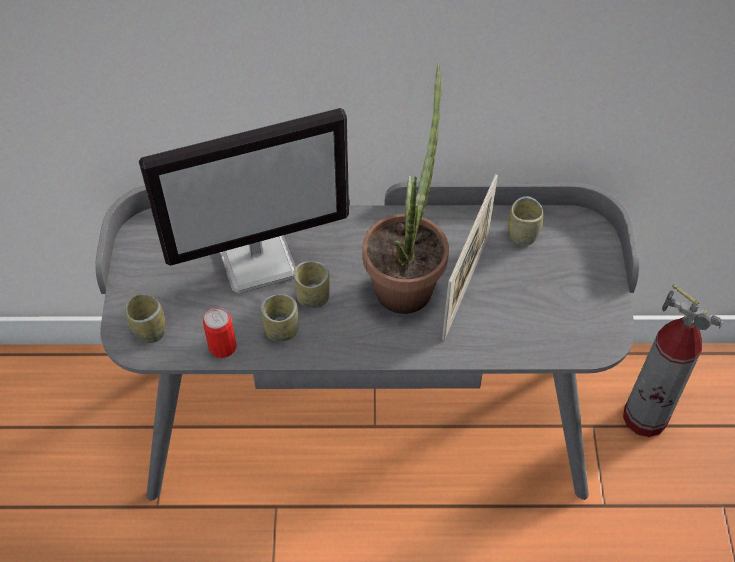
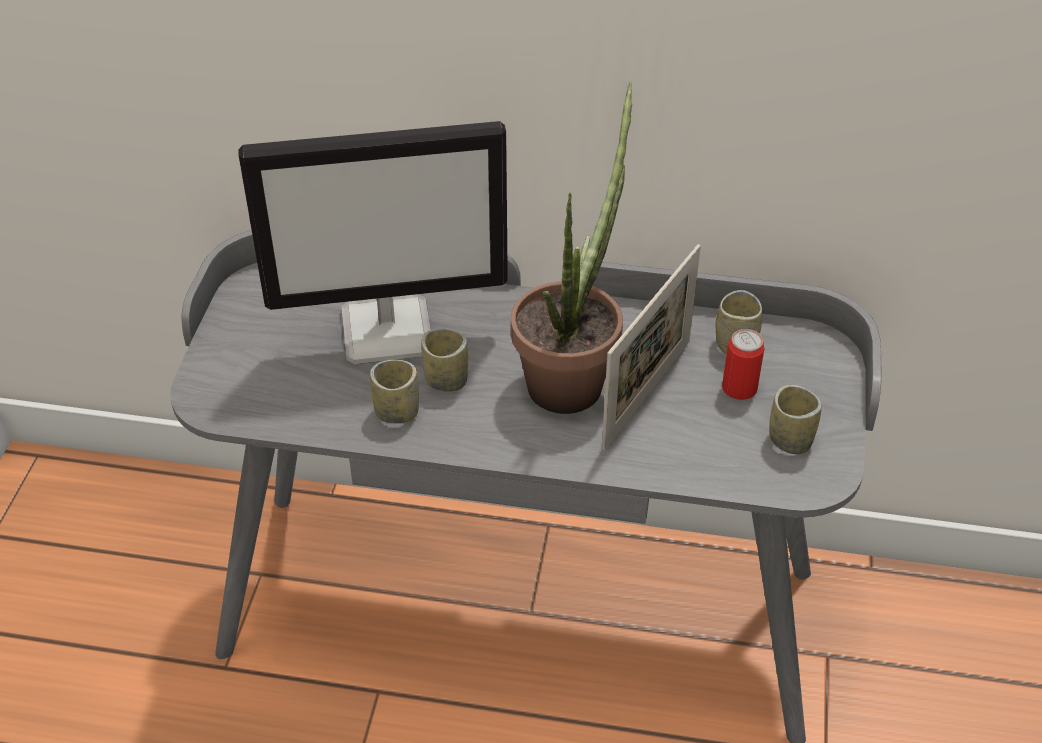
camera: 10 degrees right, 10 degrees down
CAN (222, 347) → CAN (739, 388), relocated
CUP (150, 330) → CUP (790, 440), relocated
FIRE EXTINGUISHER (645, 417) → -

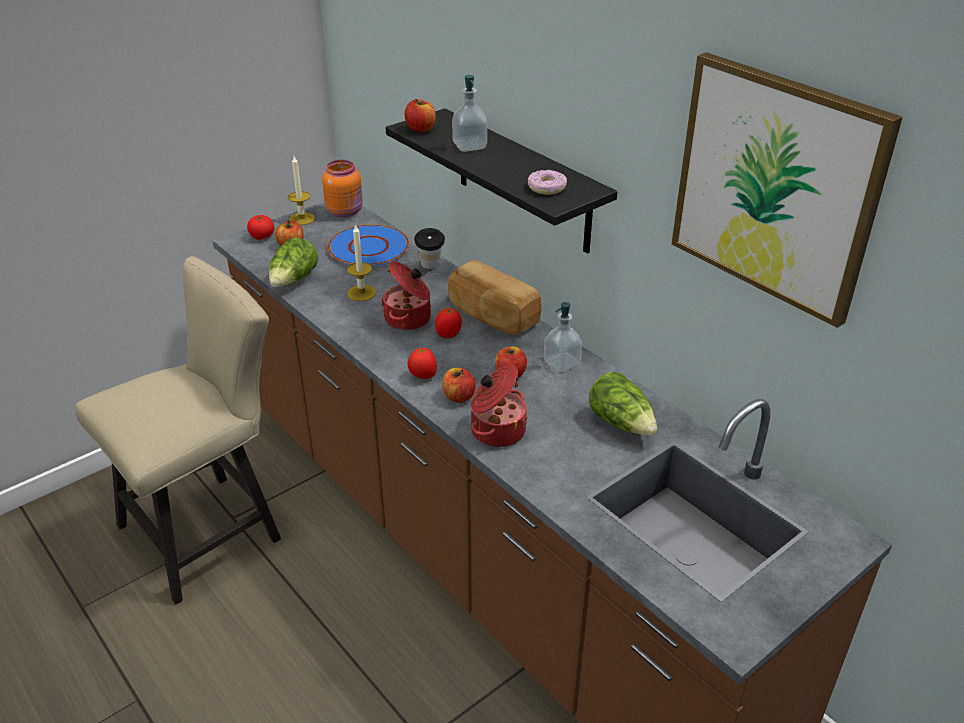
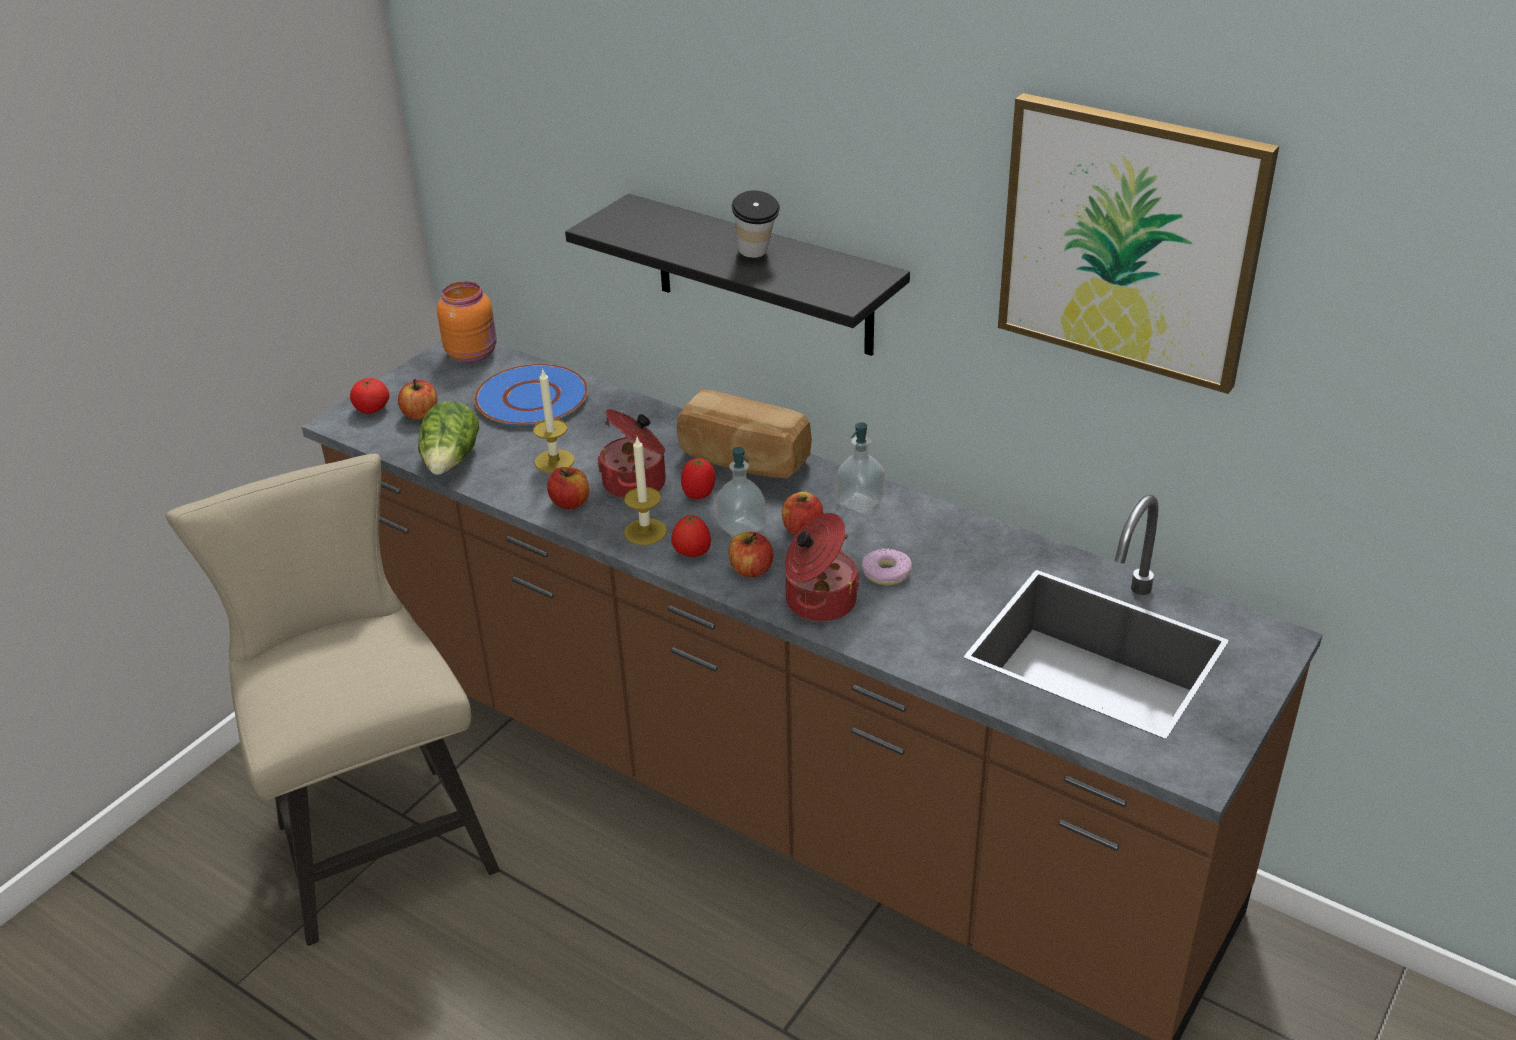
camera: 15 degrees left, 0 degrees up
BEIGE CHAIR (211, 529) → BEIGE CHAIR (377, 837), 60 degrees counterclockwise
APPLE (421, 129) → APPLE (570, 503), relocated
CANDLE (302, 219) → CANDLE (645, 531), relocated
SOAP DISPENSER (469, 146) → SOAP DISPENSER (741, 527), relocated
CUP (430, 268) → CUP (756, 255), relocated
DONUT (546, 188) → DONUT (886, 573), relocated
LETTUCE (622, 423) → -

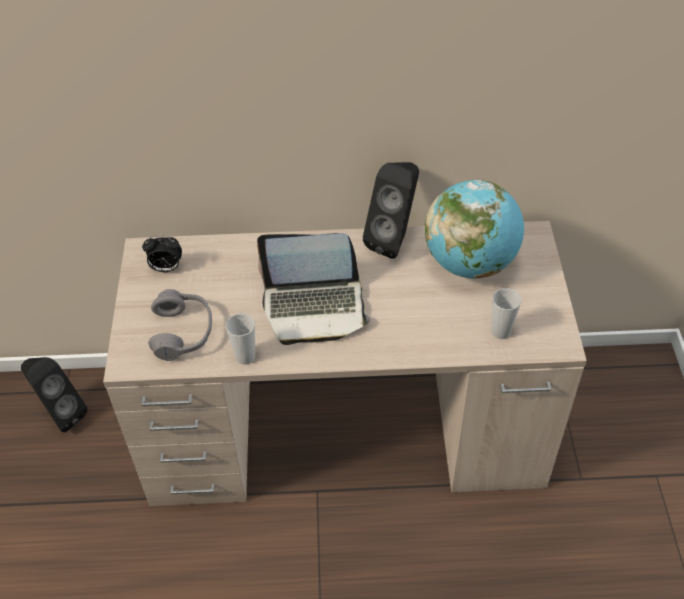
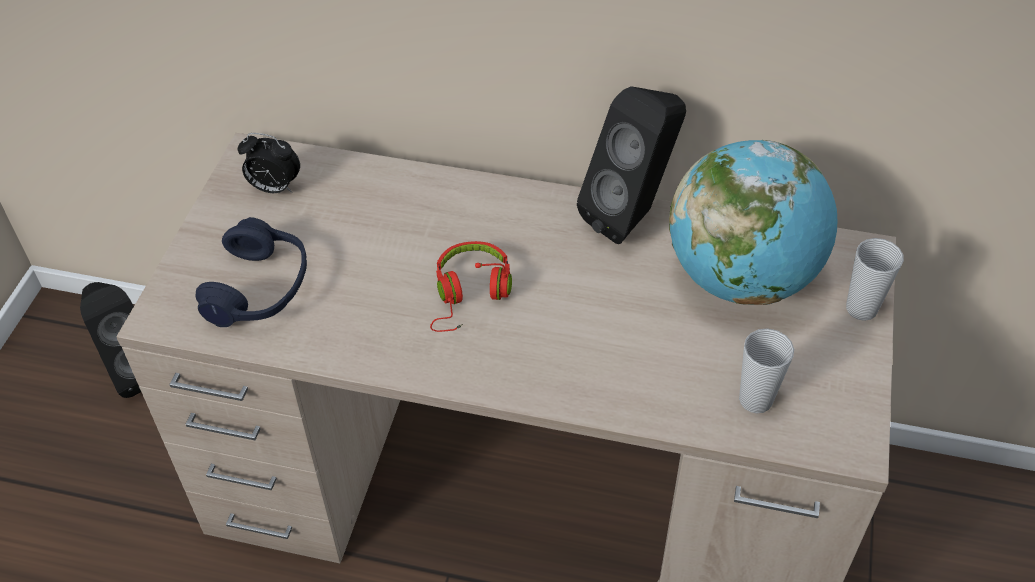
camera: 15 degrees right, 0 degrees up
GREY HEADPHONES (183, 332) → BLUE HEADPHONES (259, 289)
LAPTOP (314, 307) → RED HEADPHONES (470, 294)
CUP (245, 357) → CUP (861, 309), relocated

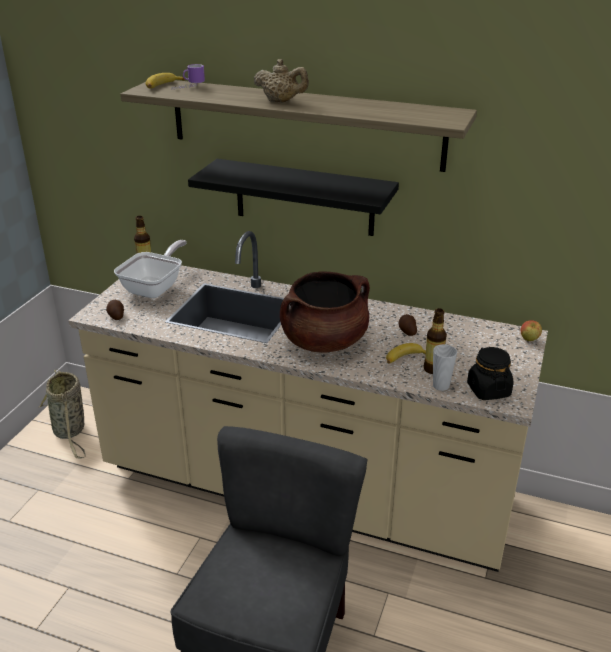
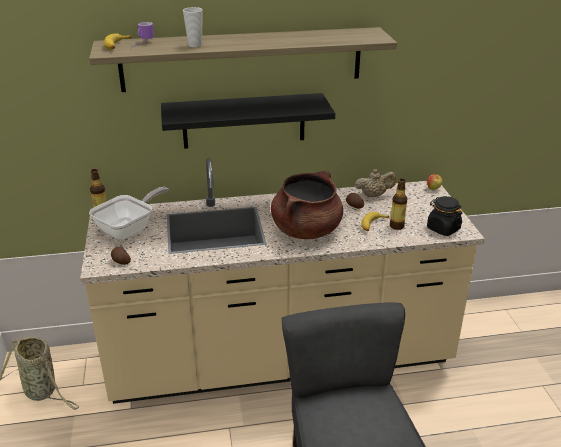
camera: 30 degrees left, 0 degrees up
FRYING PAN (156, 287) → FRYING PAN (129, 229), 45 degrees clockwise
CUP (441, 386) → CUP (195, 45), relocated
BEIGE TEAPOT (281, 101) → BEIGE TEAPOT (374, 195), relocated

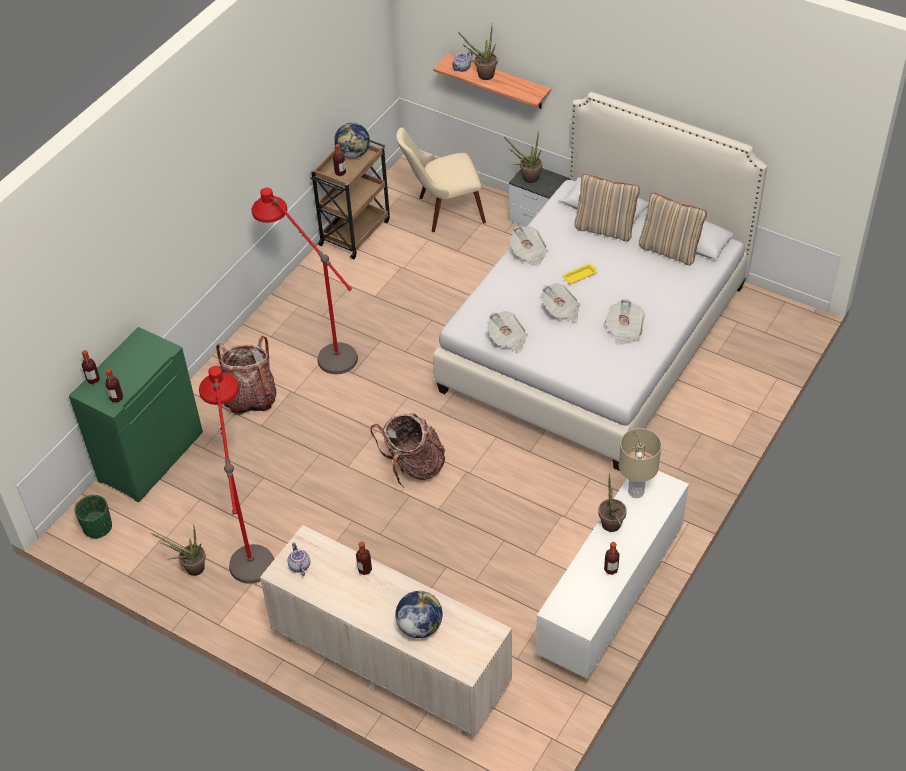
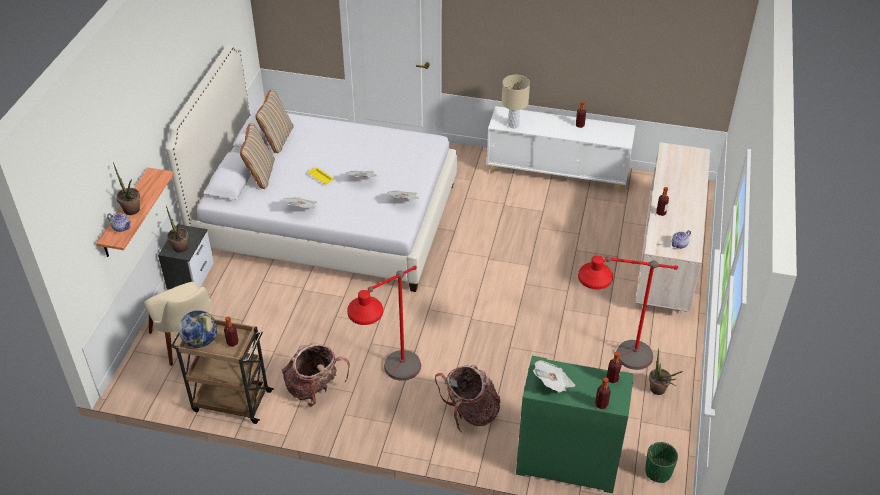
camera: 110 degrees left, 5 degrees down
BACKPACK (414, 466) → BACKPACK (314, 389), relocated
NEWSPAPER (624, 330) → NEWSPAPER (553, 384), relocated
GLOBE (419, 626) → -
POTTED PLANT (611, 528) → -

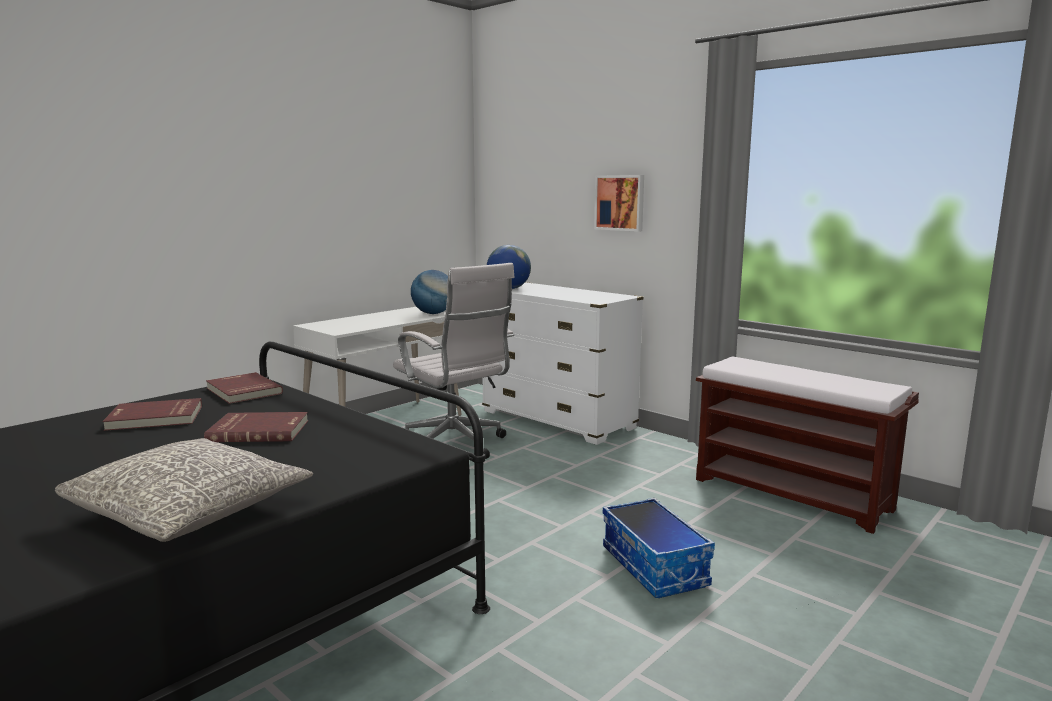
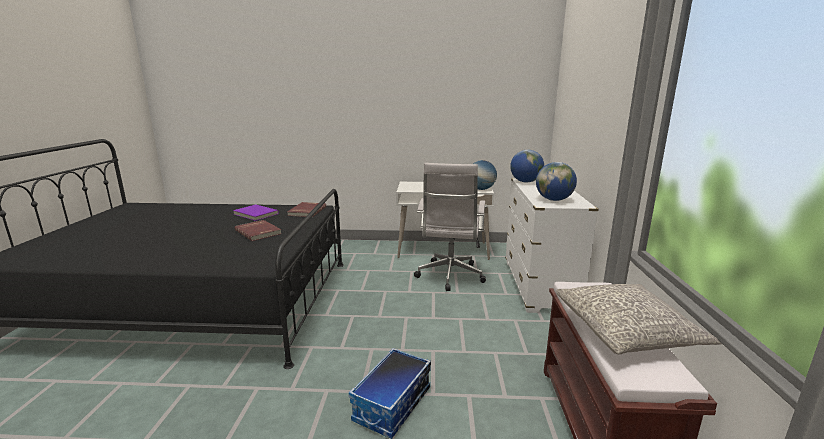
camera: 50 degrees right, 5 degrees up
RED BOOK (155, 418) → PURPLE BOOK (255, 214)
- → GLOBE (553, 200)
GREY PILLOW (190, 510) → GREY PILLOW (626, 331), relocated
PICTURE (620, 202) → -

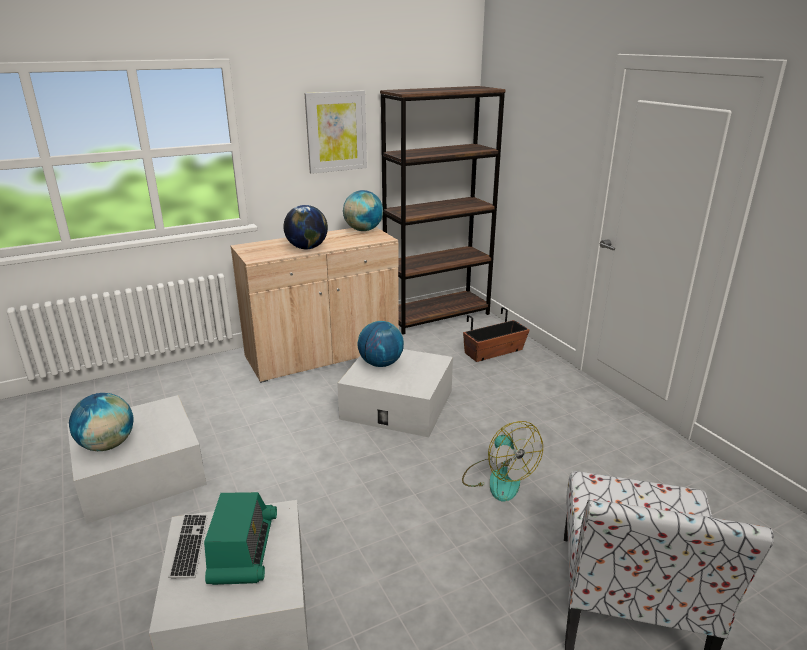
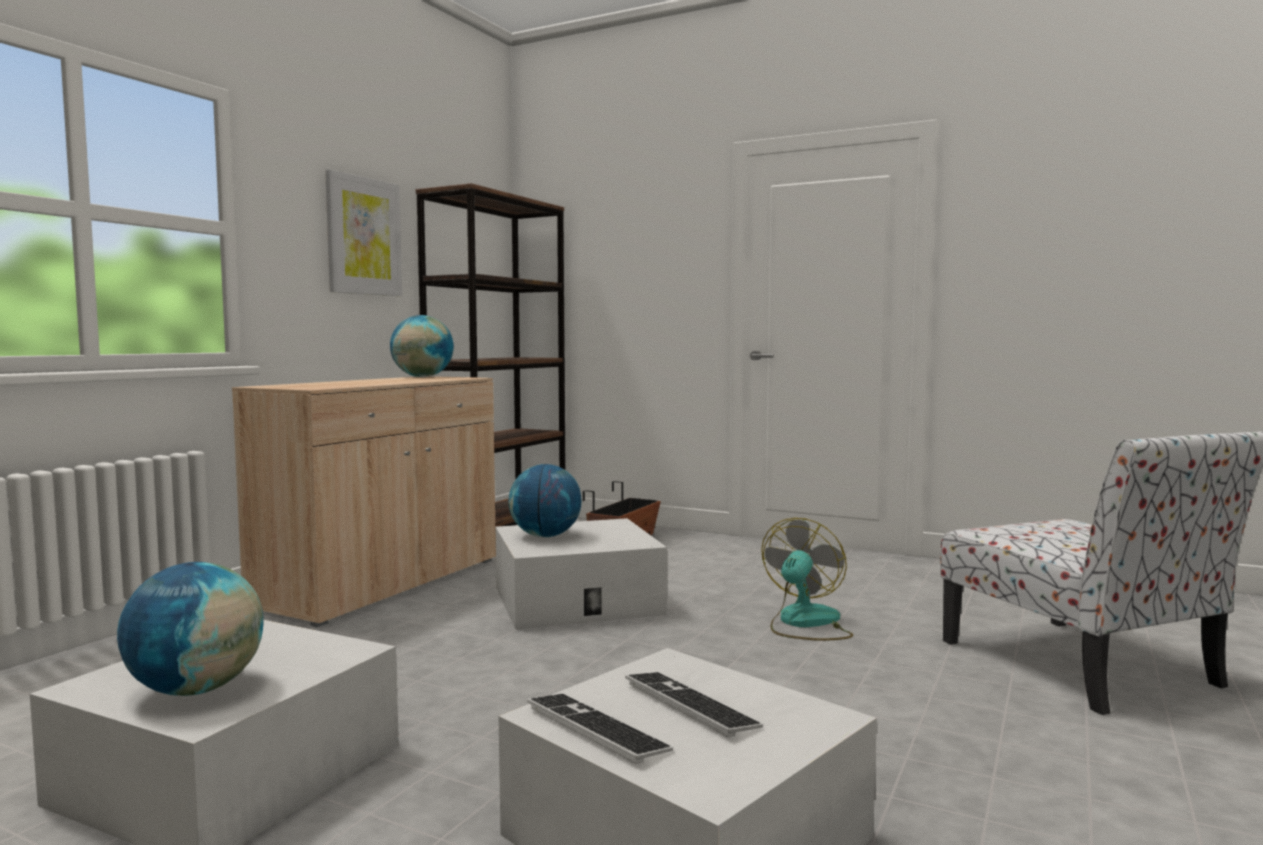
camera: 35 degrees left, 20 degrees down
RADIO (243, 550) → KEYBOARD (690, 705)
FAN (498, 479) → FAN (804, 623), 90 degrees counterclockwise
GLOBE (307, 248) → -

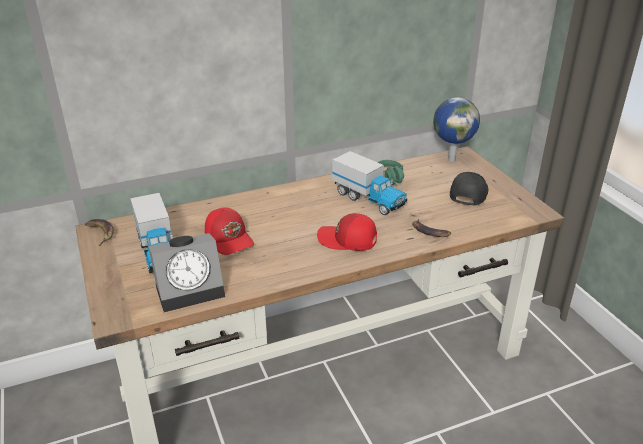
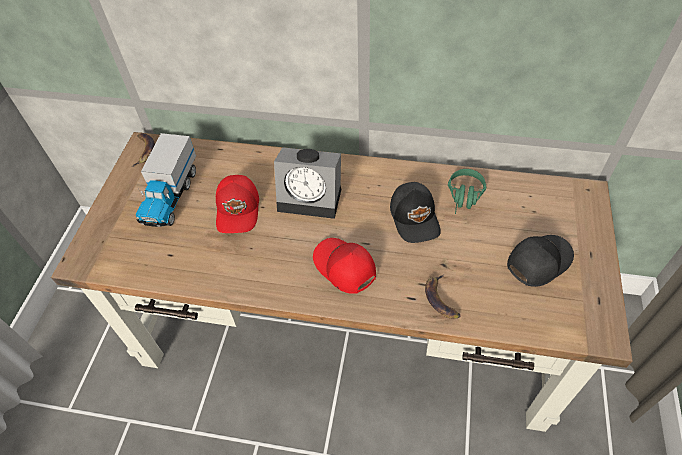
camera: 35 degrees right, 20 degrees up
ALARM CLOCK (191, 289) → ALARM CLOCK (312, 197), relocated
TOY TRUCK (369, 199) → BLACK CAP (415, 217)
GLOBE (451, 159) → -

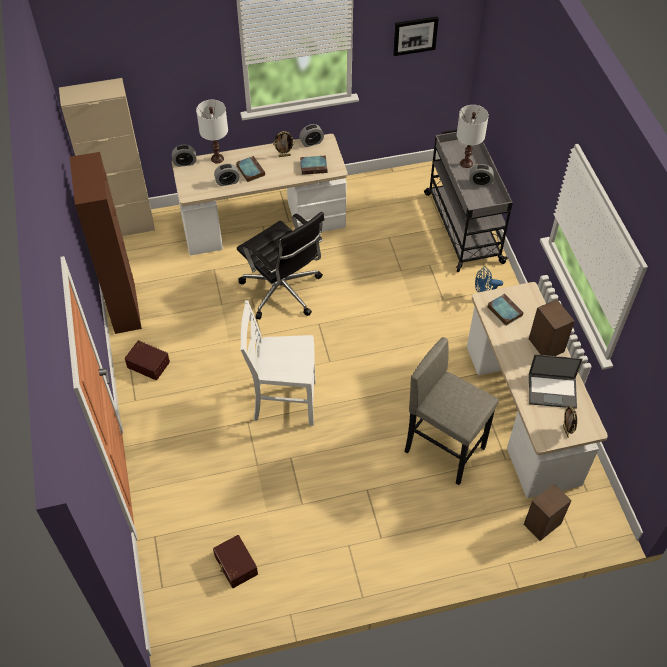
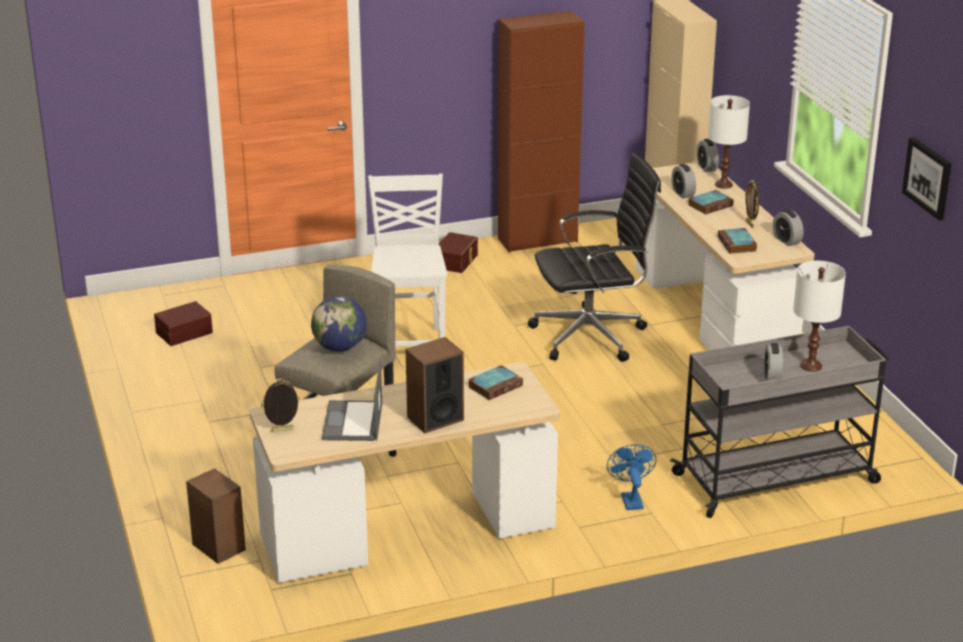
camera: 85 degrees right, 25 degrees down
- → GLOBE (340, 348)
BLACK OFFICE CHAIR (283, 292) → BLACK OFFICE CHAIR (592, 336), 150 degrees counterclockwise

